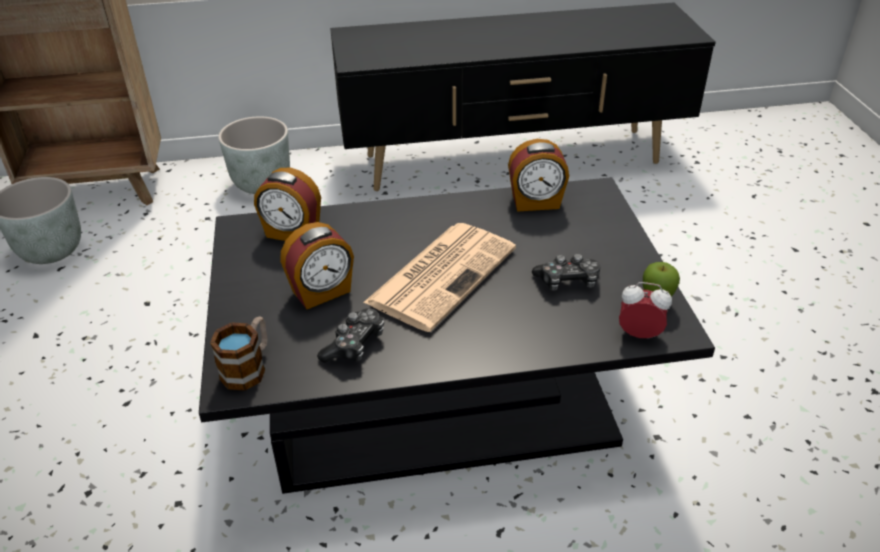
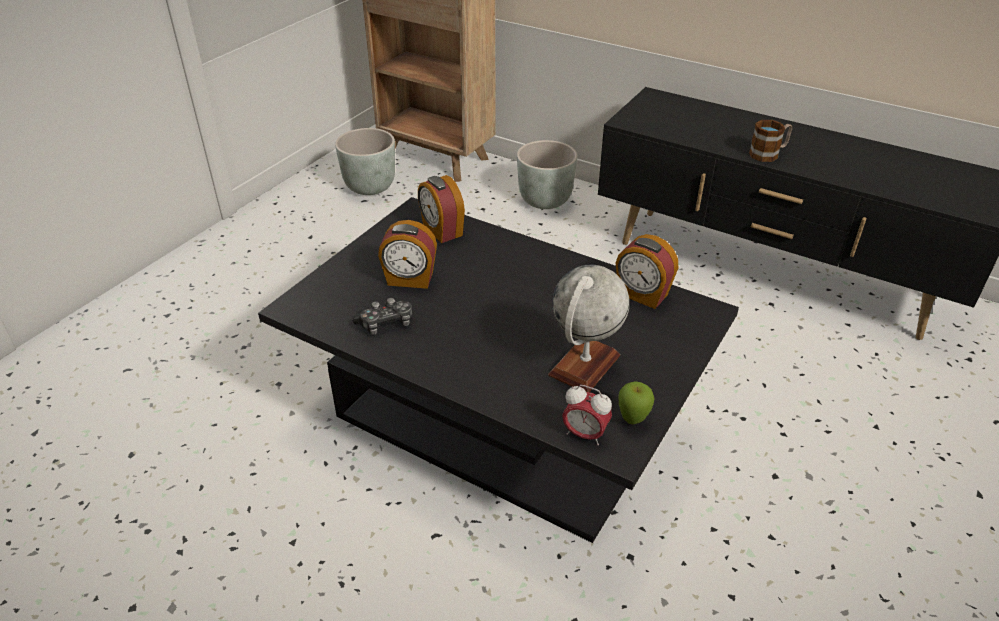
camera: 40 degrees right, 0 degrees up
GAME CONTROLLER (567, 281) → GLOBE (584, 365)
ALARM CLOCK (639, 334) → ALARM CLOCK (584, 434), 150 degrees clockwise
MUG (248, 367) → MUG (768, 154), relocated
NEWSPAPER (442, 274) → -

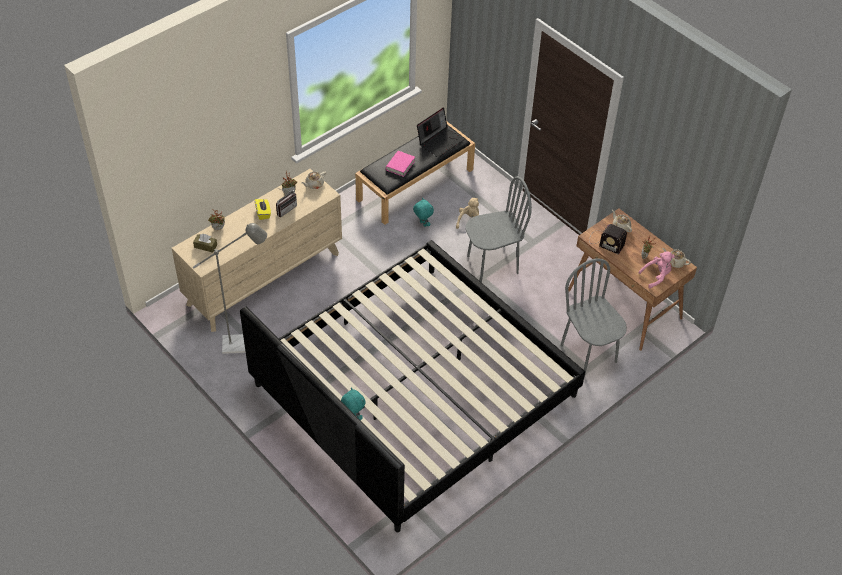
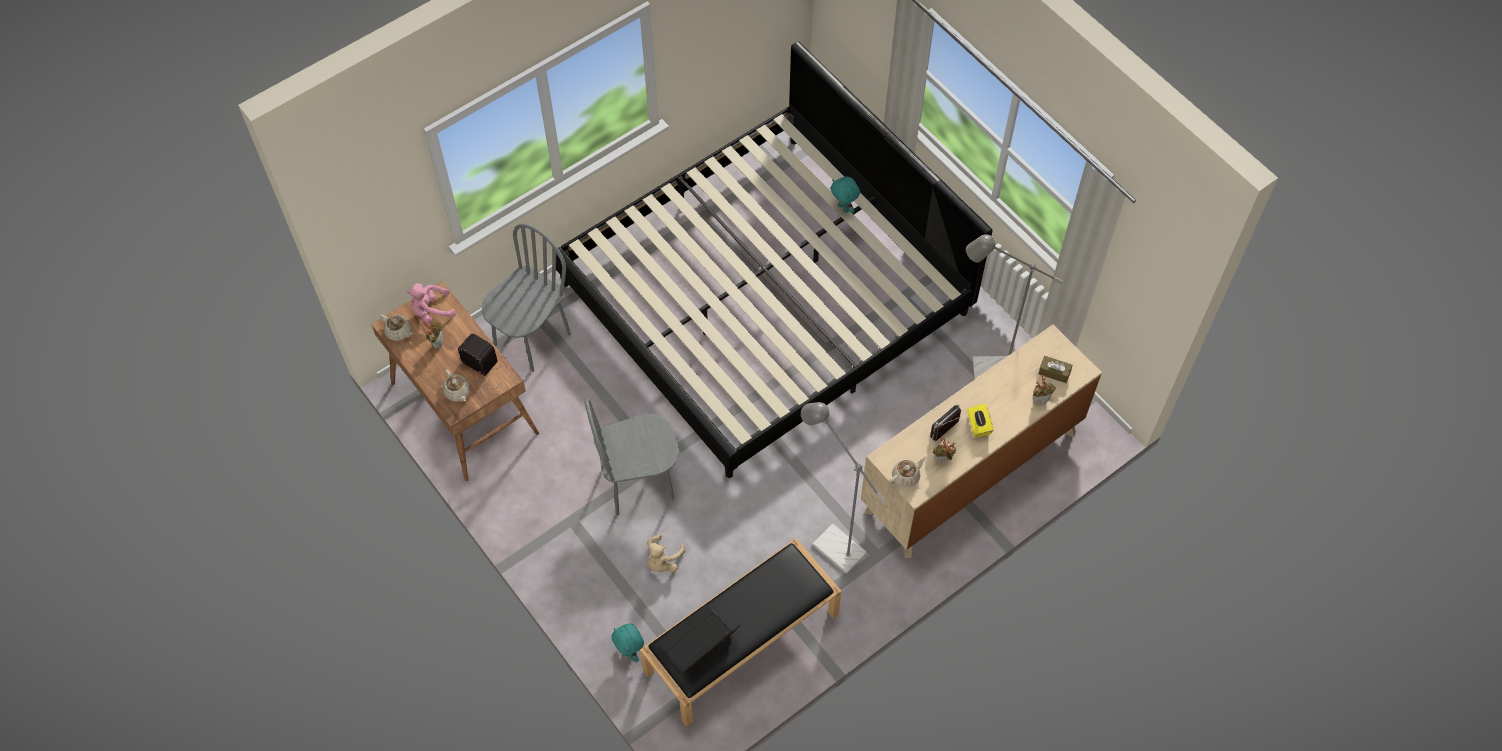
camera: 175 degrees left, 10 degrees up
GREY CHAIR (589, 353) → GREY CHAIR (532, 339), 120 degrees counterclockwise
TURQUOISE PLUSH TOY (422, 224) → TURQUOISE PLUSH TOY (630, 651), relocated
- → GREY FLOOR LAMP (832, 543)
PINK BOOK (400, 165) → -

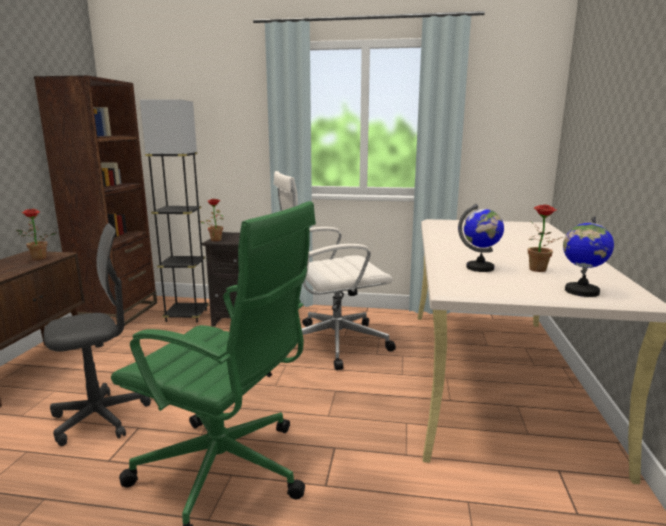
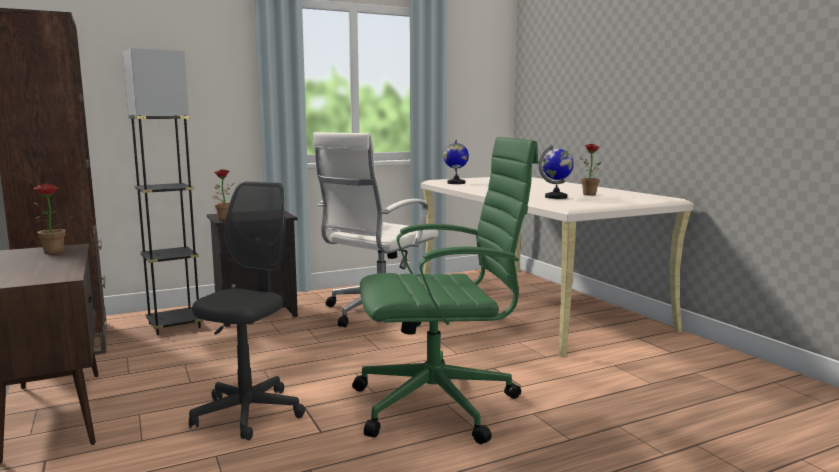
camera: 35 degrees left, 5 degrees down
GLOBE (581, 291) → GLOBE (456, 183), relocated

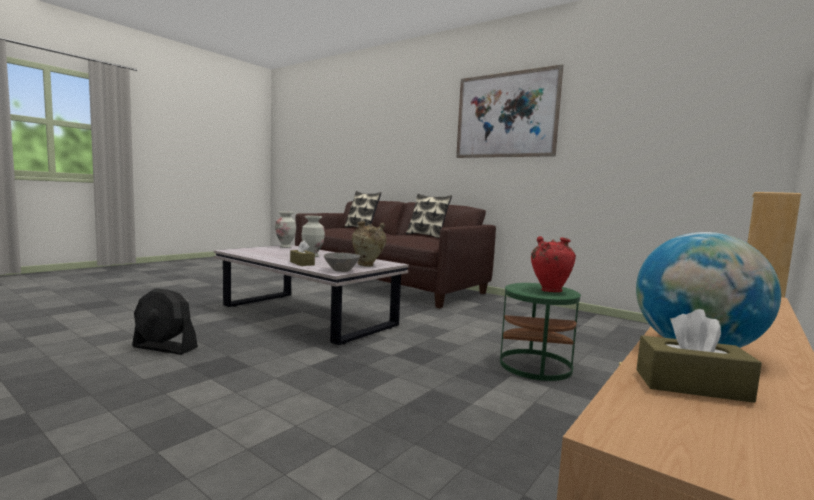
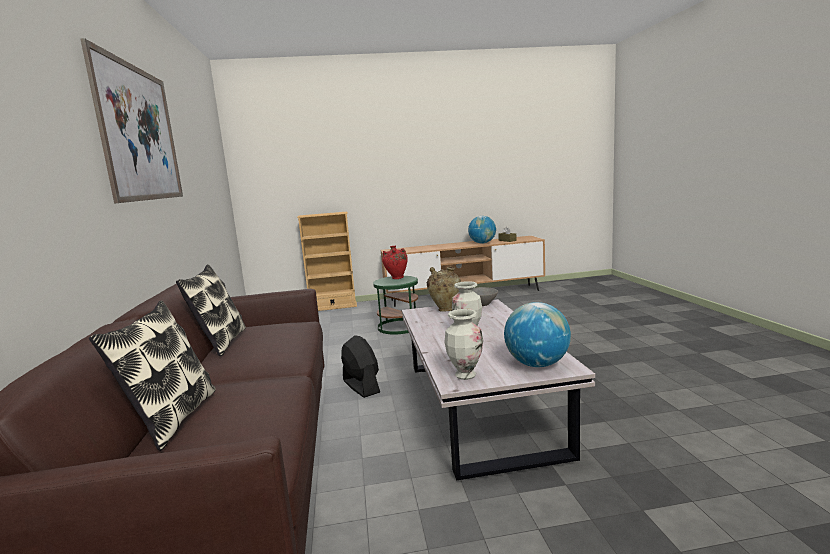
camera: 135 degrees left, 5 degrees up
BLACK FAN (165, 347) → BLACK FAN (361, 386), relocated
- → GLOBE (537, 364)
BROWN TISSUE BOX (302, 263) → -

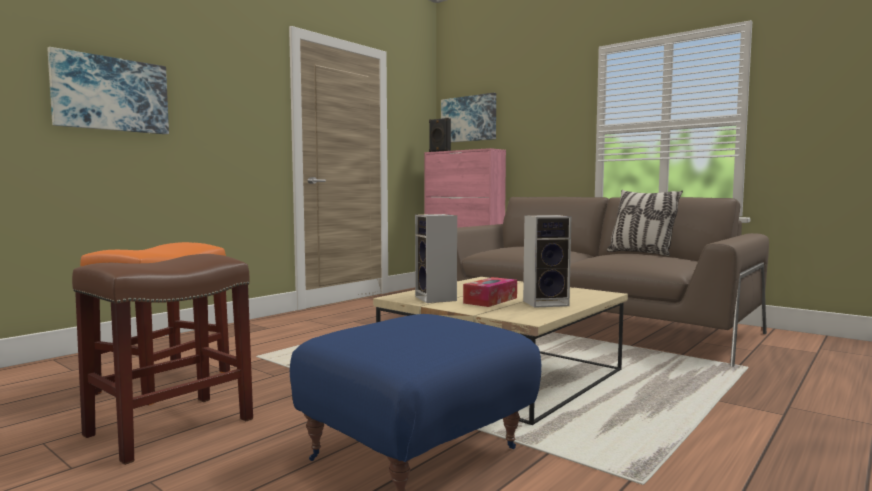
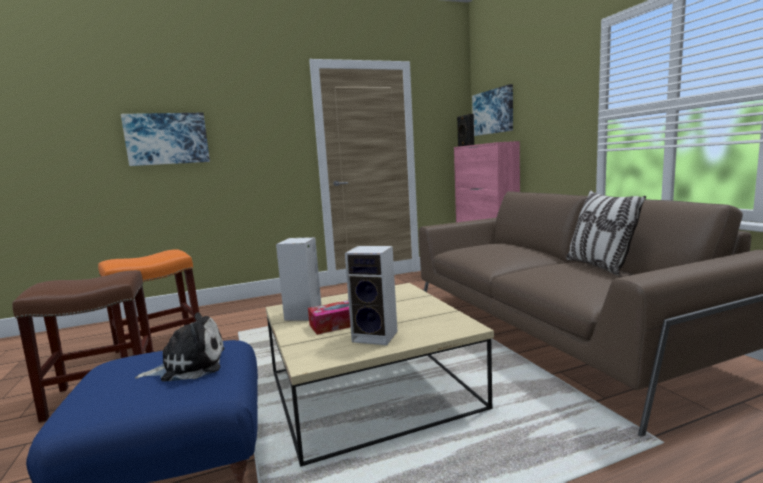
camera: 30 degrees right, 5 degrees up
- → PLUSH TOY (189, 366)

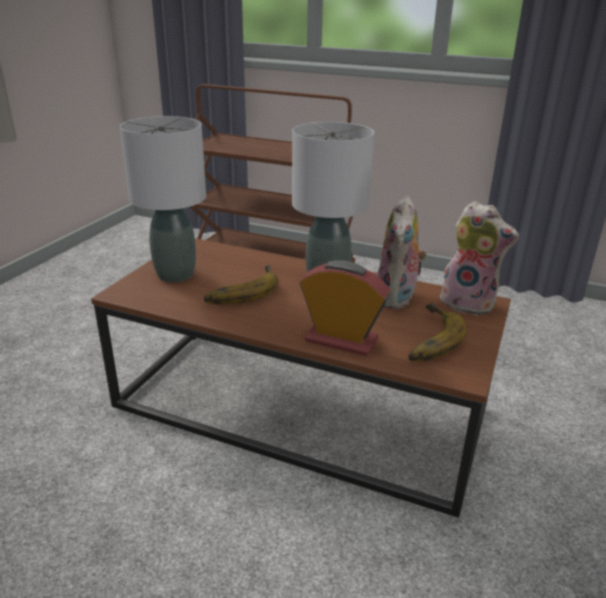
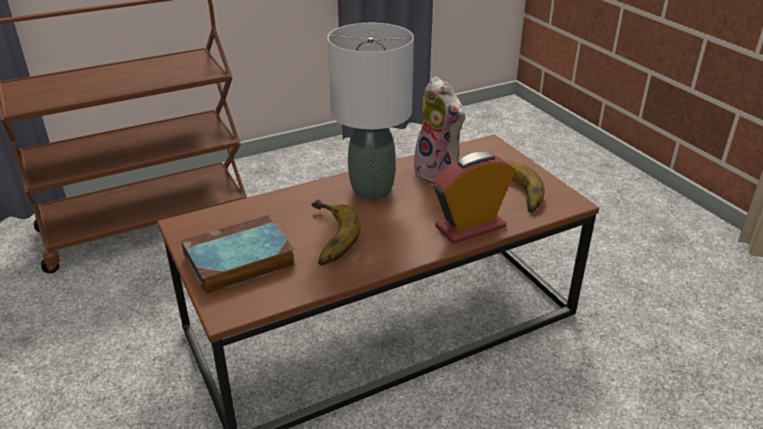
camera: 50 degrees left, 5 degrees up
GREY TABLE LAMP (175, 275) → BOOK (237, 261)
PLUSH TOY (469, 303) → -

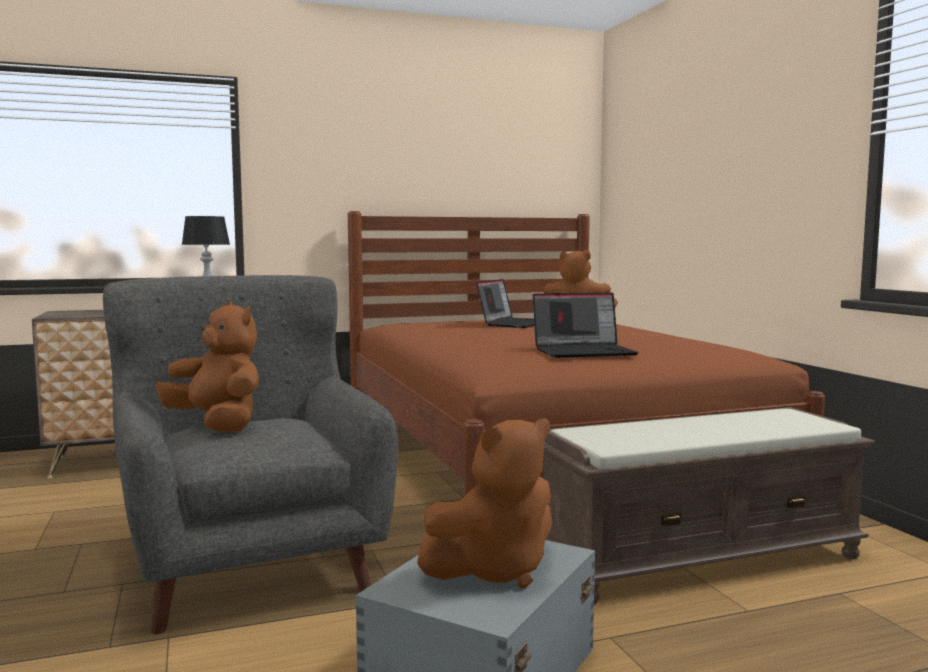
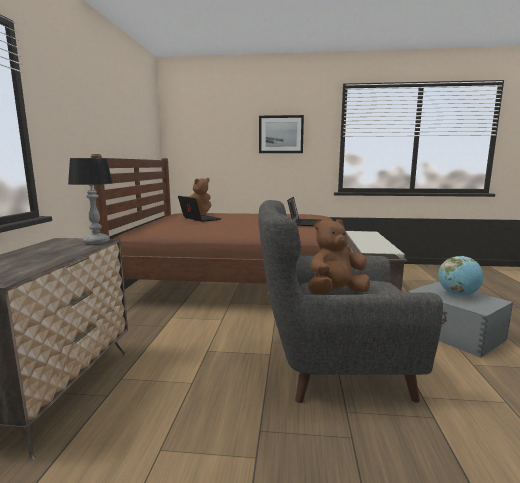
camera: 65 degrees left, 5 degrees up
- → PICTURE (281, 134)
BROWN PLUSH TOY (494, 570) → GLOBE (458, 294)

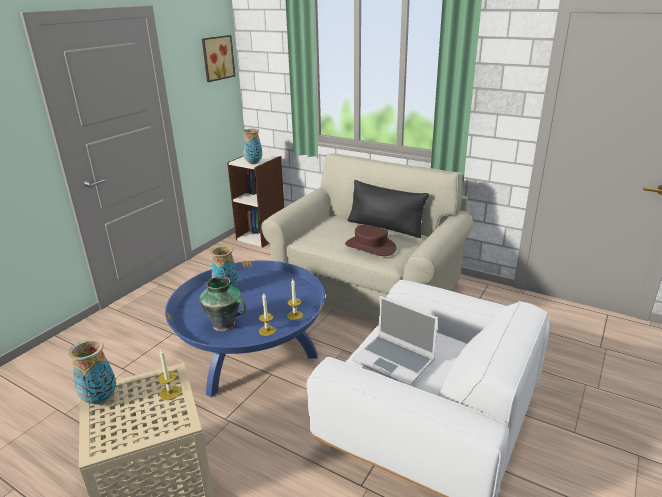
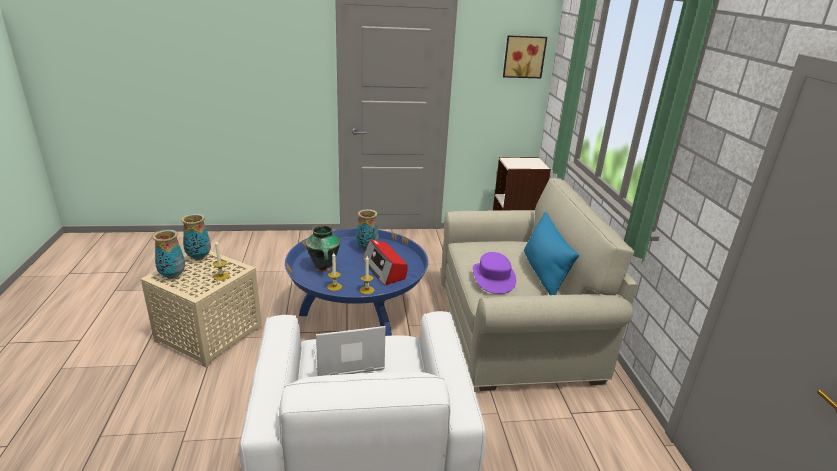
camera: 50 degrees right, 0 degrees up
VASE (253, 163) → VASE (172, 276), relocated
LAPTOP (395, 361) → LAPTOP (347, 360), 75 degrees clockwise
- → RADIO (384, 269)
BROWN HAT (370, 246) → PURPLE HAT (493, 278)
BLACK PILLOW (385, 227) → BLUE PILLOW (543, 273)

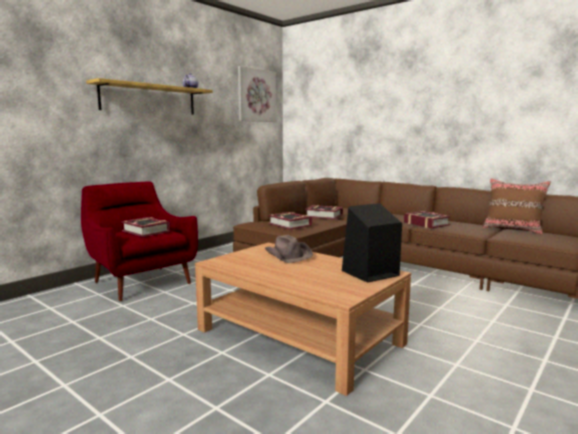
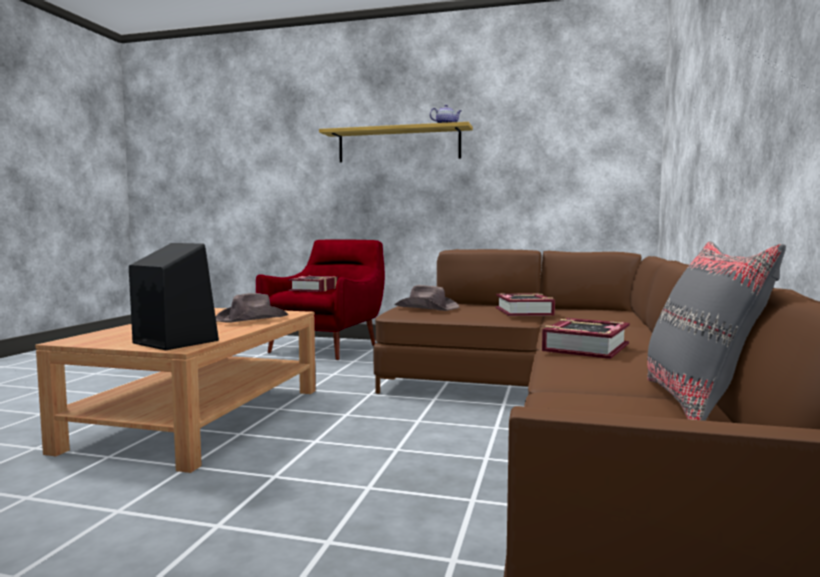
camera: 65 degrees right, 5 degrees down
BOOK (290, 225) → BROWN HAT (427, 308)
BROWN PILLOW (513, 229) → GREY PILLOW (699, 403)
PICTURE (256, 95) → -

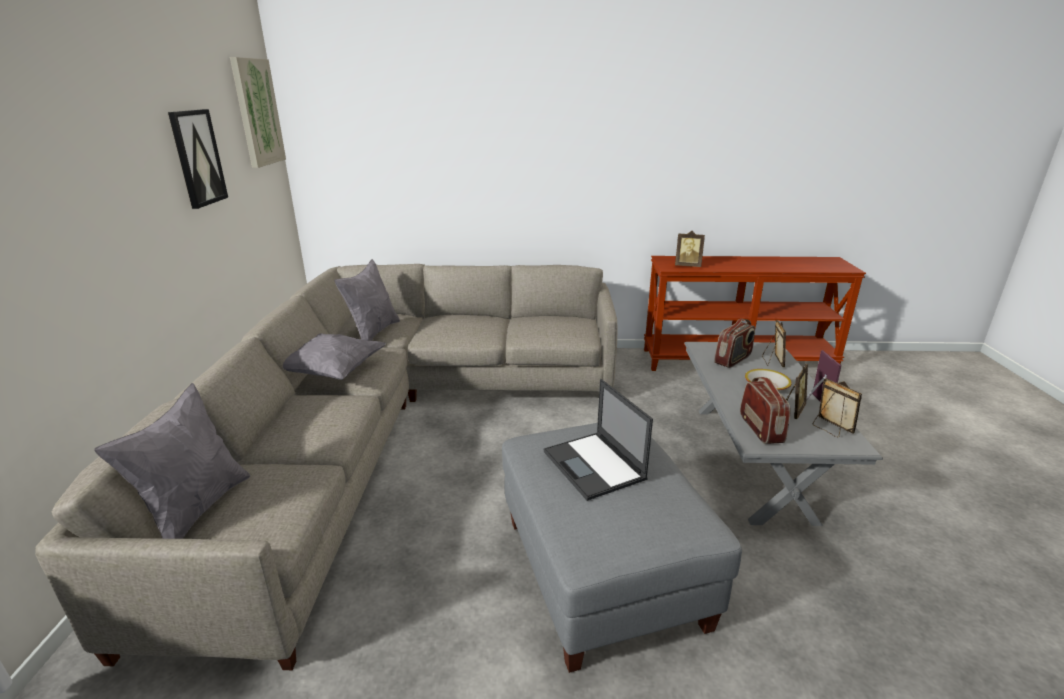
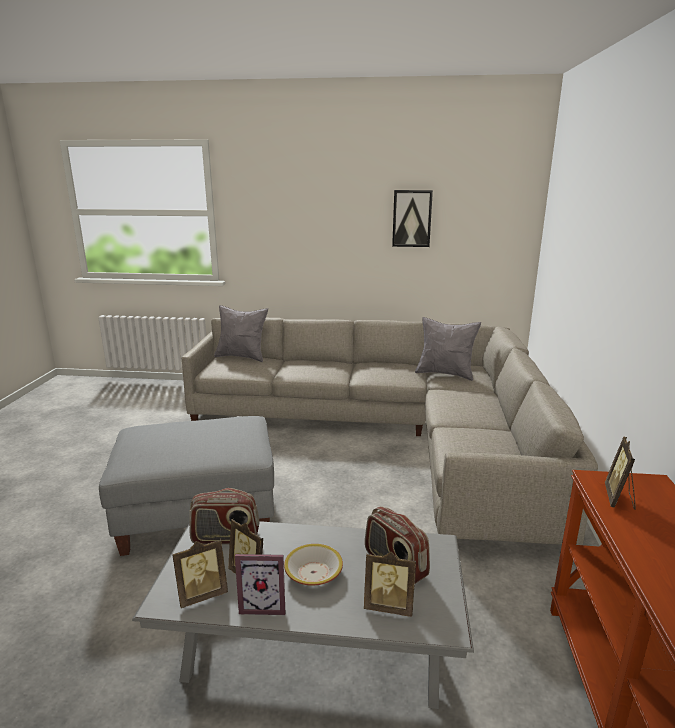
camera: 95 degrees right, 5 degrees down
PICTURE (257, 112) → -
GREY PILLOW (333, 372) → -
LAPTOP (594, 466) → -

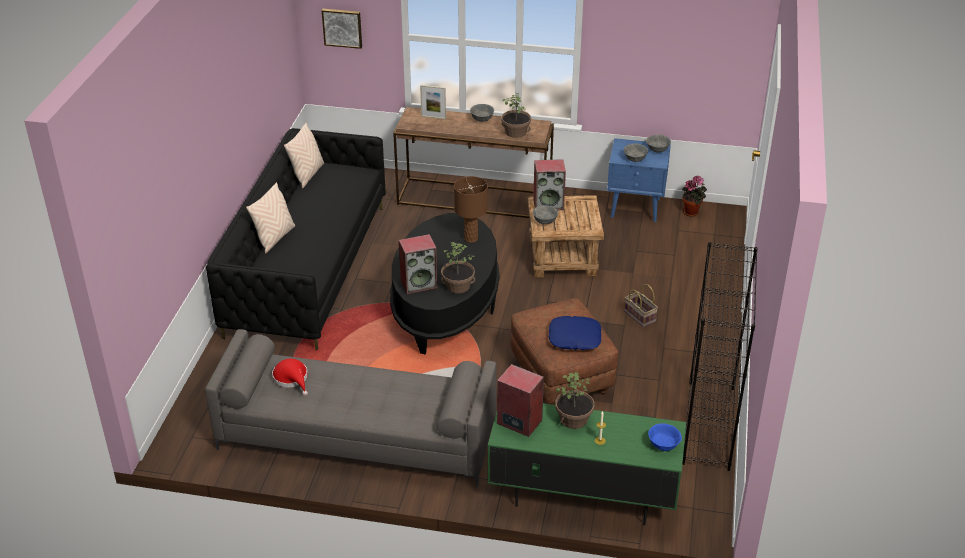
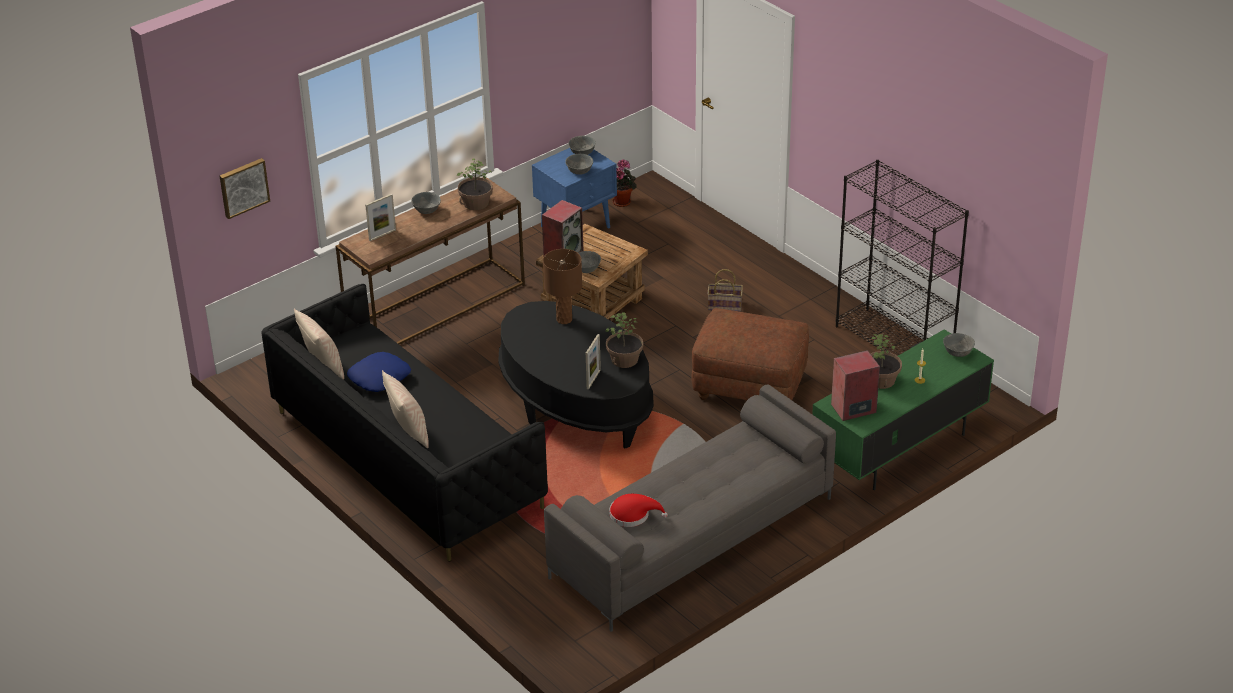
camera: 50 degrees left, 0 degrees up
BLUE PILLOW (574, 338) → BLUE PILLOW (379, 377), relocated
SPEAKER (419, 284) → PICTURE FRAME (593, 379)
BLUE BOWL (663, 445) → GREY BOWL (958, 353)

